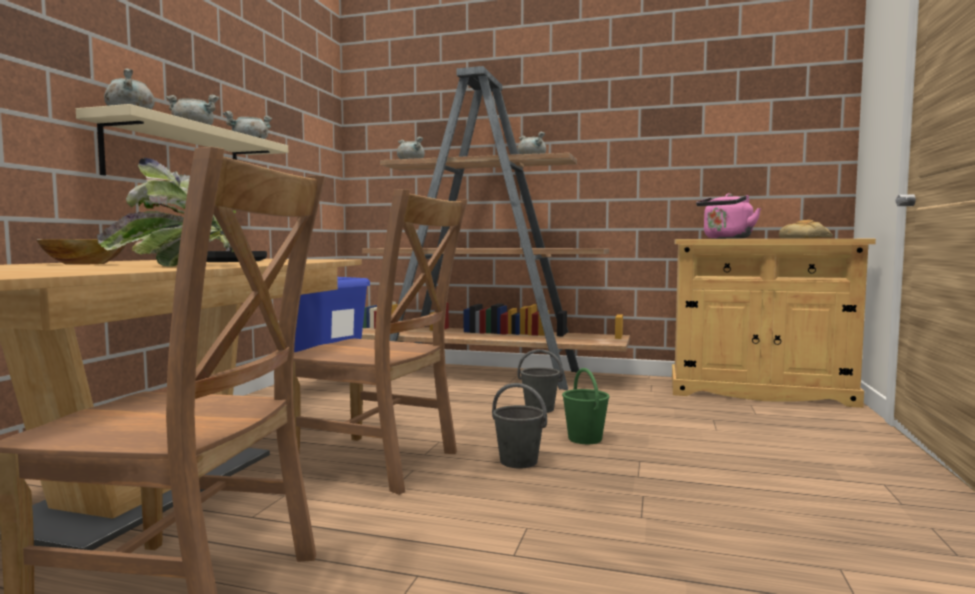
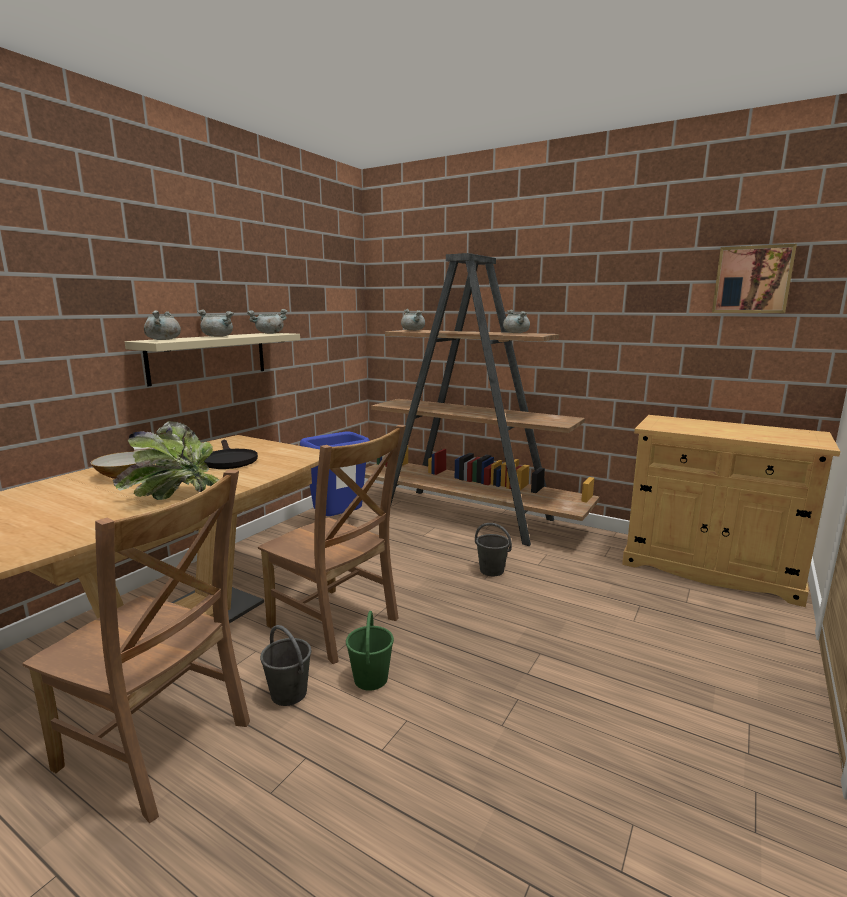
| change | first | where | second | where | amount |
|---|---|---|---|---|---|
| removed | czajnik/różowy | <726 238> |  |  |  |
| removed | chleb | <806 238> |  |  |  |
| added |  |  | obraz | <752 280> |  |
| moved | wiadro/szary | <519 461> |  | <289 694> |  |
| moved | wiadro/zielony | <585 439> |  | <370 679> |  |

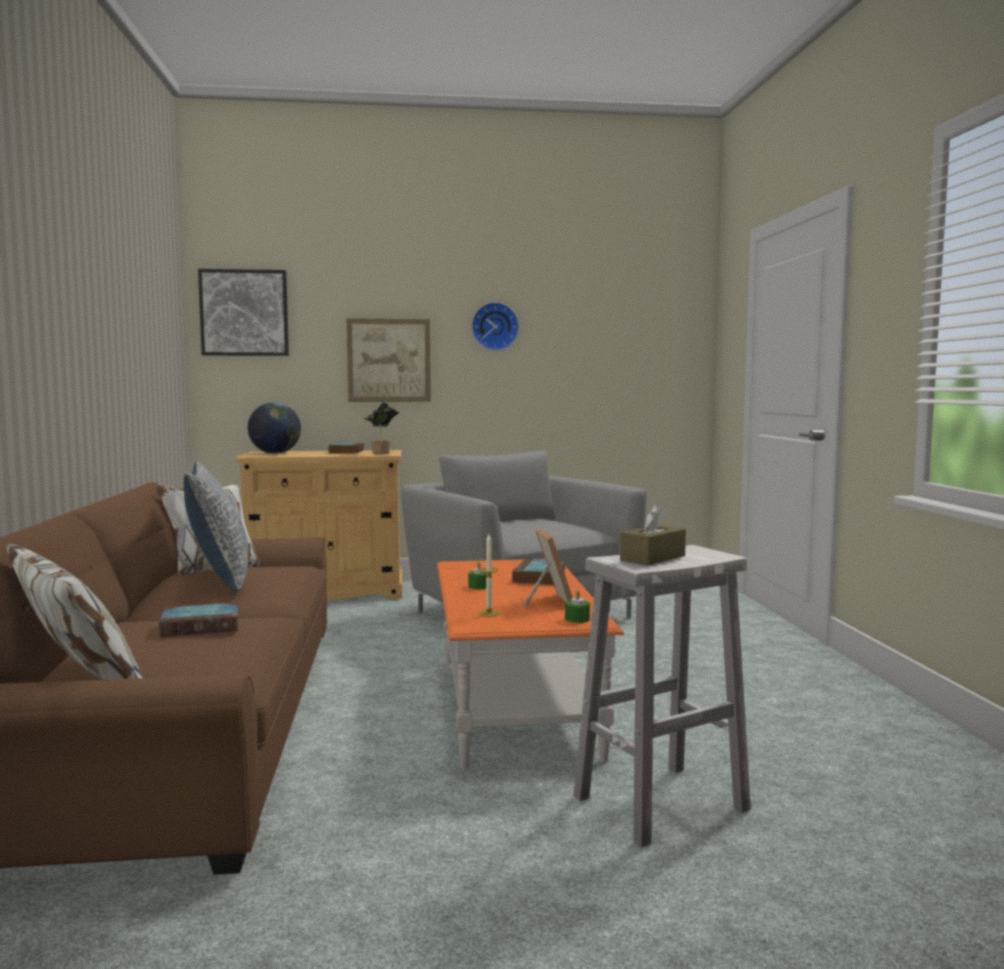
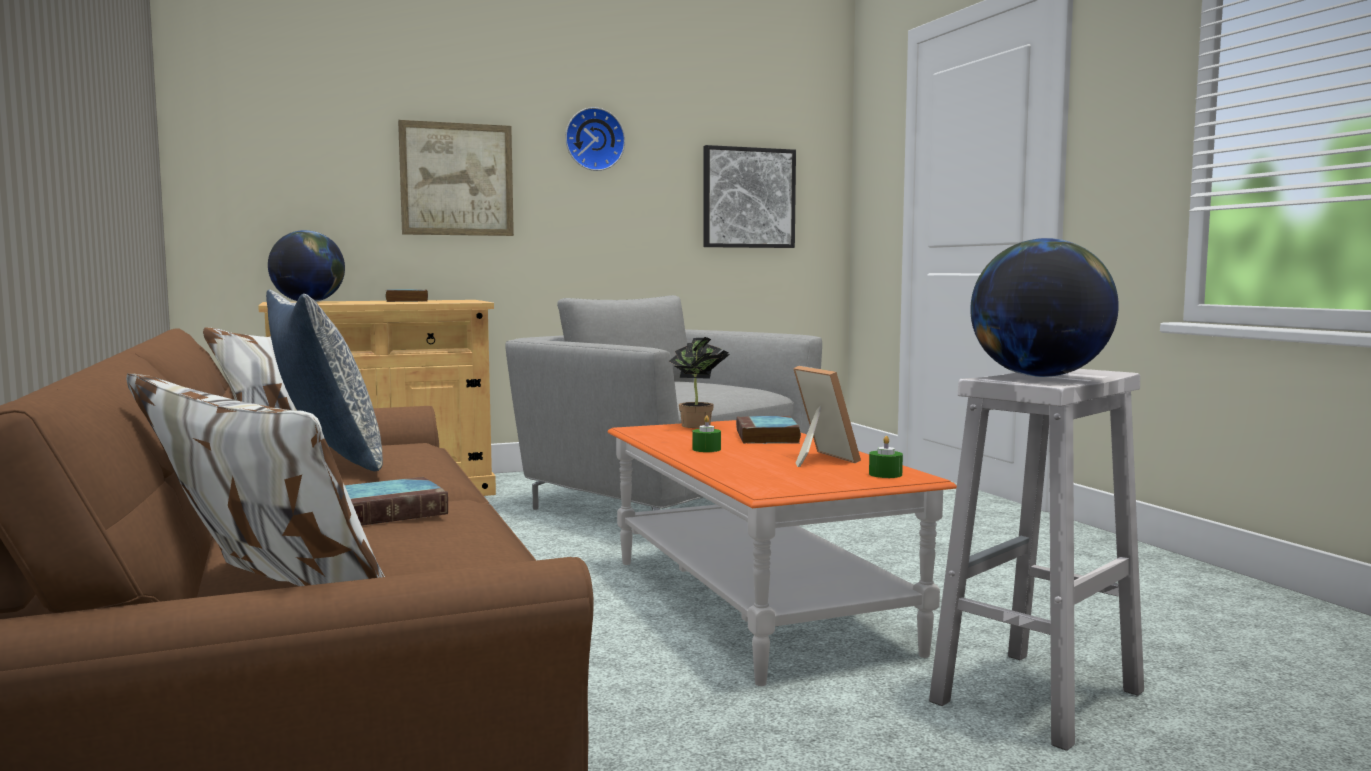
| change | first | where | second | where | amount |
|---|---|---|---|---|---|
| removed | świeca | <488 613> |  |  |  |
| moved | obraz | <244 313> |  | <748 198> |  |
| moved | roślina doniczkowa | <382 453> |  | <699 426> |  |
| replaced | pudełko chusteczek/brązowy | <652 558> | globus | <1039 376> |  |

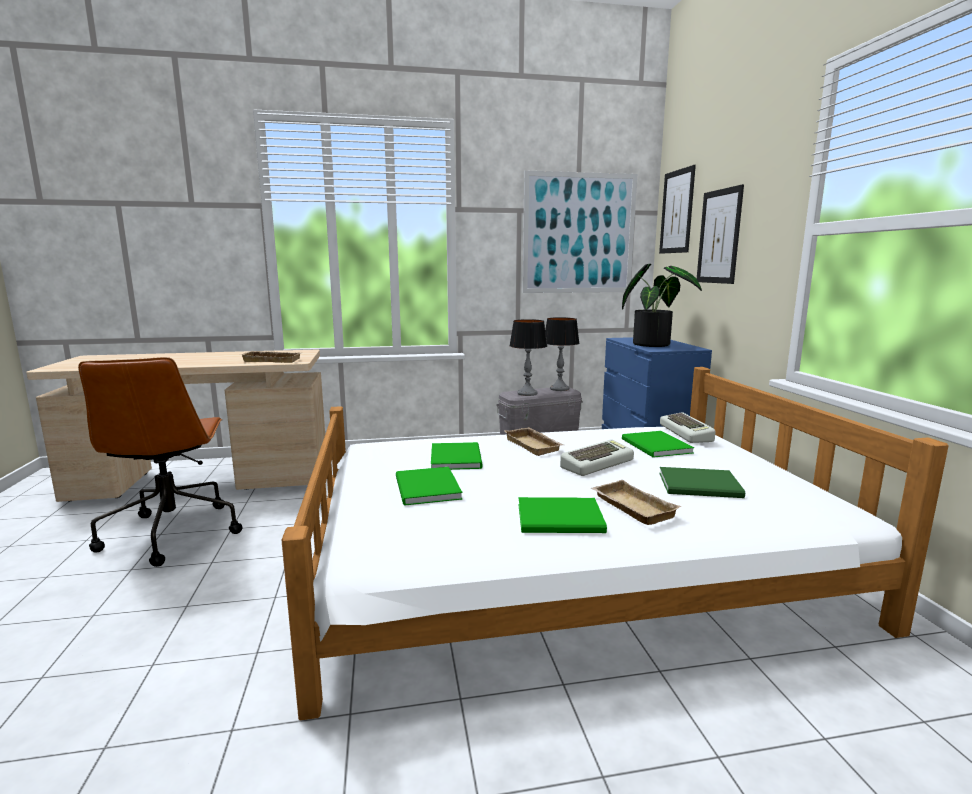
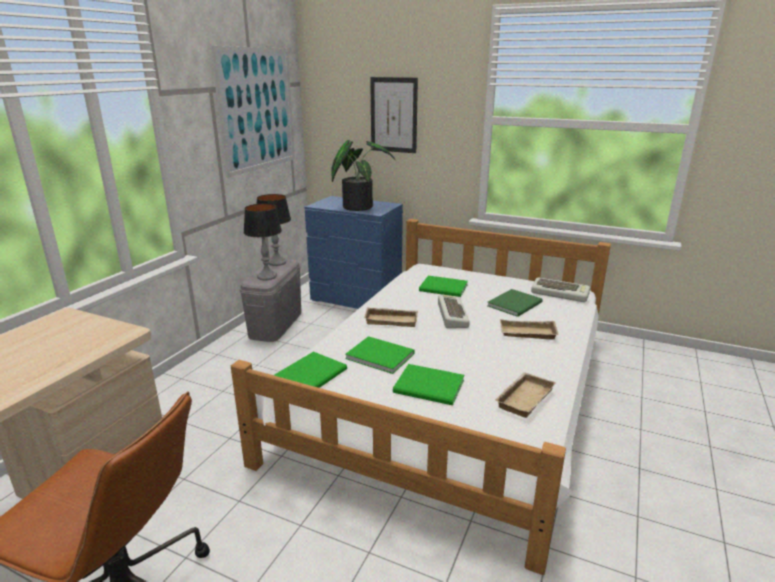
| change | first | where | second | where | amount |
|---|---|---|---|---|---|
| removed | obraz | <677 212> |  |  |  |
| moved | taca/beżowy | <274 360> |  | <523 397> |  |
| moved | książka/zielony | <562 519> |  | <313 375> |  |
| moved | klawiatura | <687 433> |  | <560 294> |  |

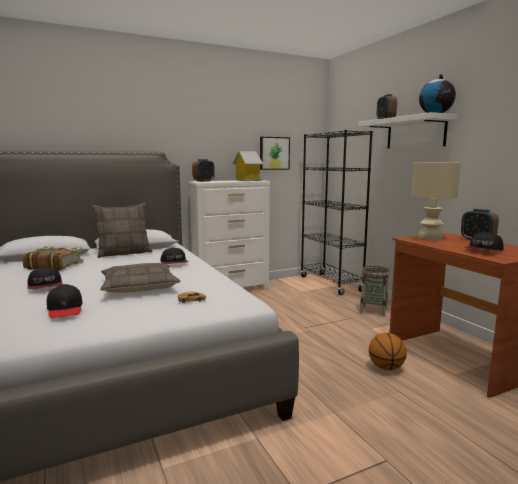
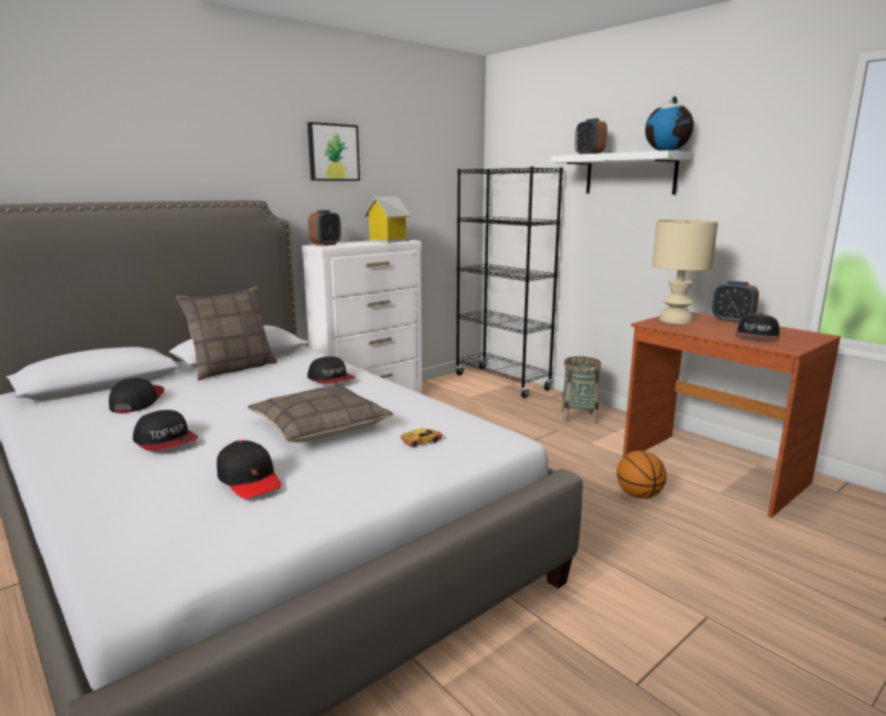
| change | first | where | second | where | amount |
|---|---|---|---|---|---|
| moved | obraz | <274 153> |  | <333 152> |  |
| replaced | książka | <54 265> | czapka z daszkiem | <136 401> |  |

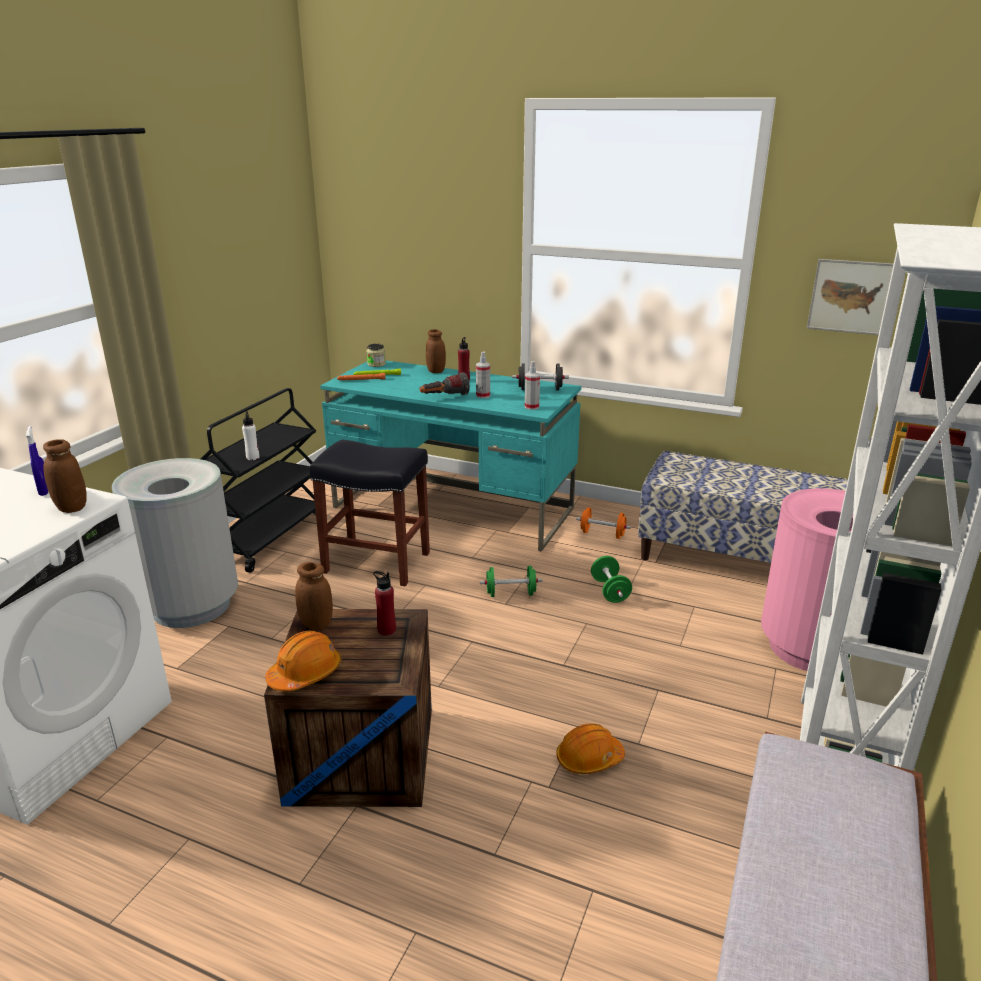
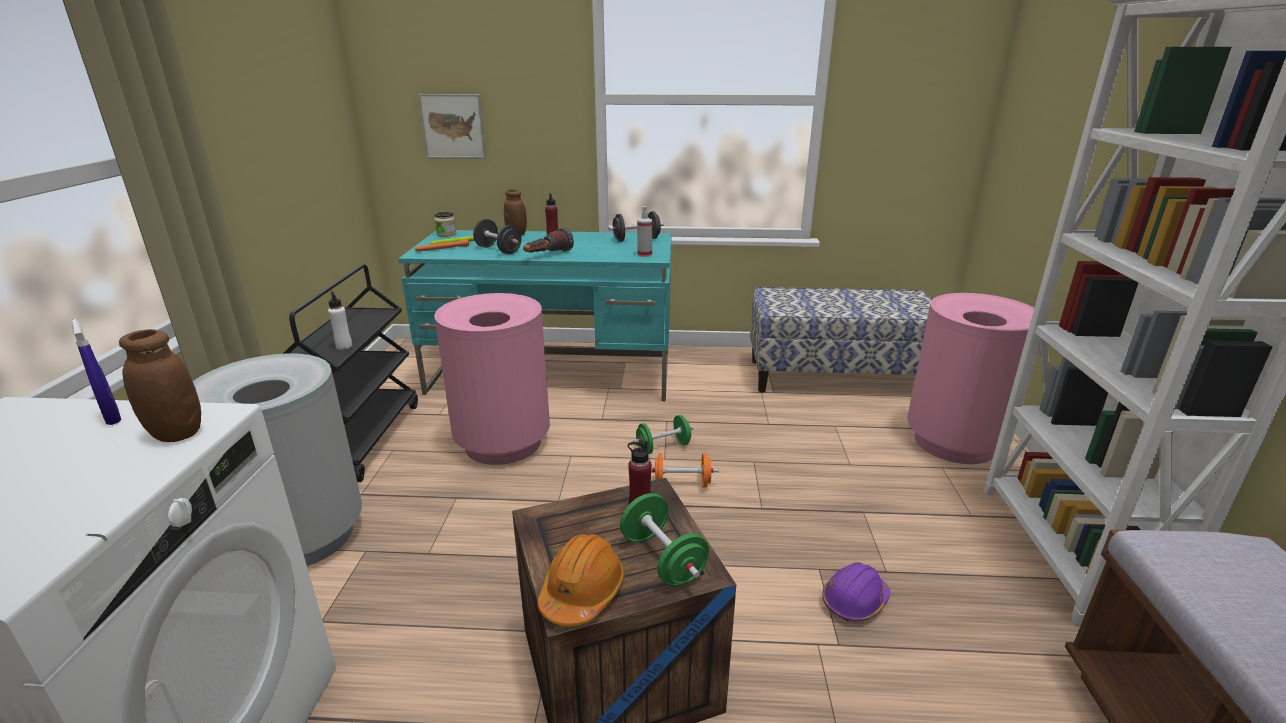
| change | first | where | second | where | amount |
|---|---|---|---|---|---|
| removed | słoik/brązowy | <316 624> |  |  |  |
| removed | spryskiwacz | <483 396> |  |  |  |
| added |  |  | hantel/czarny | <498 250> |  |
| moved | hantel/pomarańczowy | <602 534> |  | <682 484> |  |
| moved | hantel/zielony | <610 591> |  | <662 559> |  |
| moved | obraz | <849 296> |  | <453 126> |  |
| replaced | stołek/czarny | <375 563> | kosz na śmieci/różowy | <502 443> |  |
| recoloured | kask/pomarańczowy | <589 759> | kask/fioletowy | <854 601> |  |

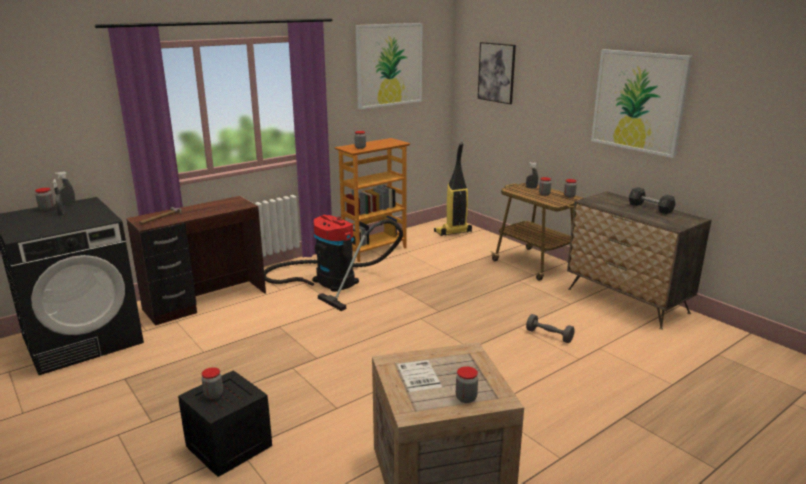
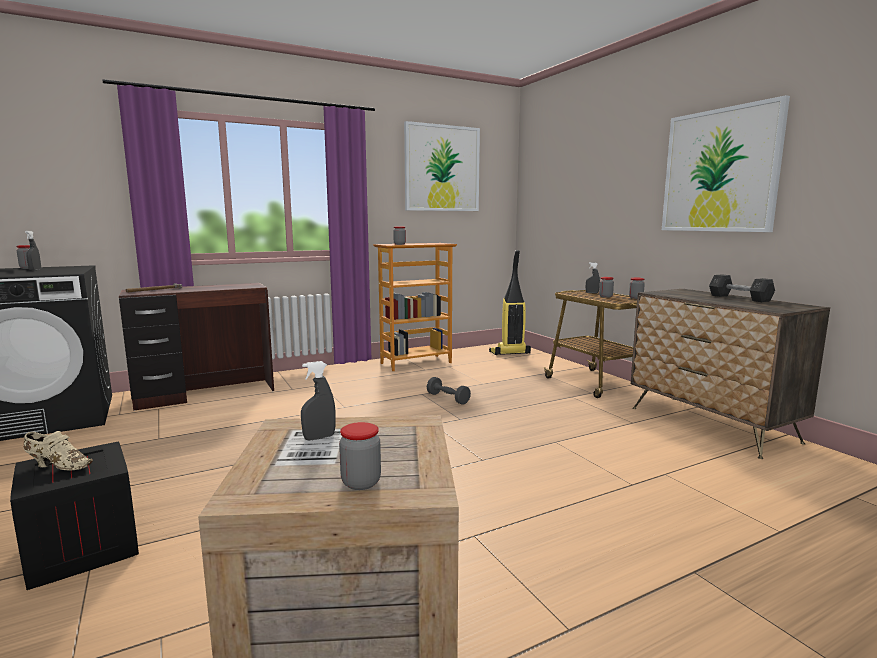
| change | first | where | second | where | amount |
|---|---|---|---|---|---|
| removed | odkurzacz | <331 281> |  |  |  |
| removed | obraz | <496 72> |  |  |  |
| moved | spryskiwacz/szary | <68 204> |  | <319 437> |  |
| moved | hantel/szary | <549 336> |  | <448 398> |  |
| replaced | słoik | <213 395> | but/beżowy | <58 465> |  |

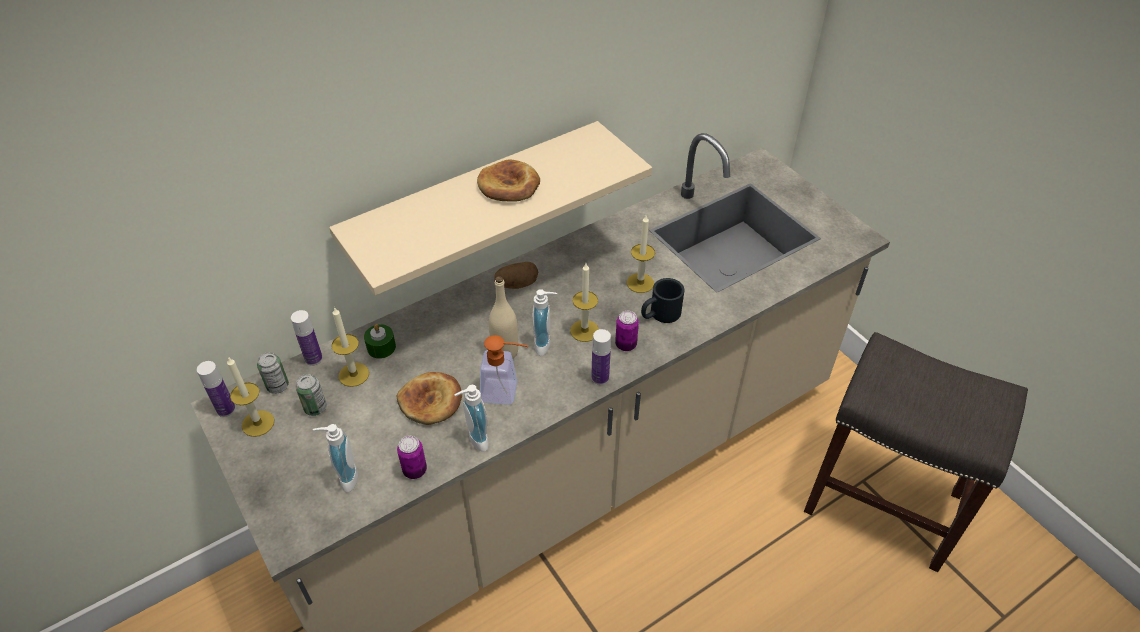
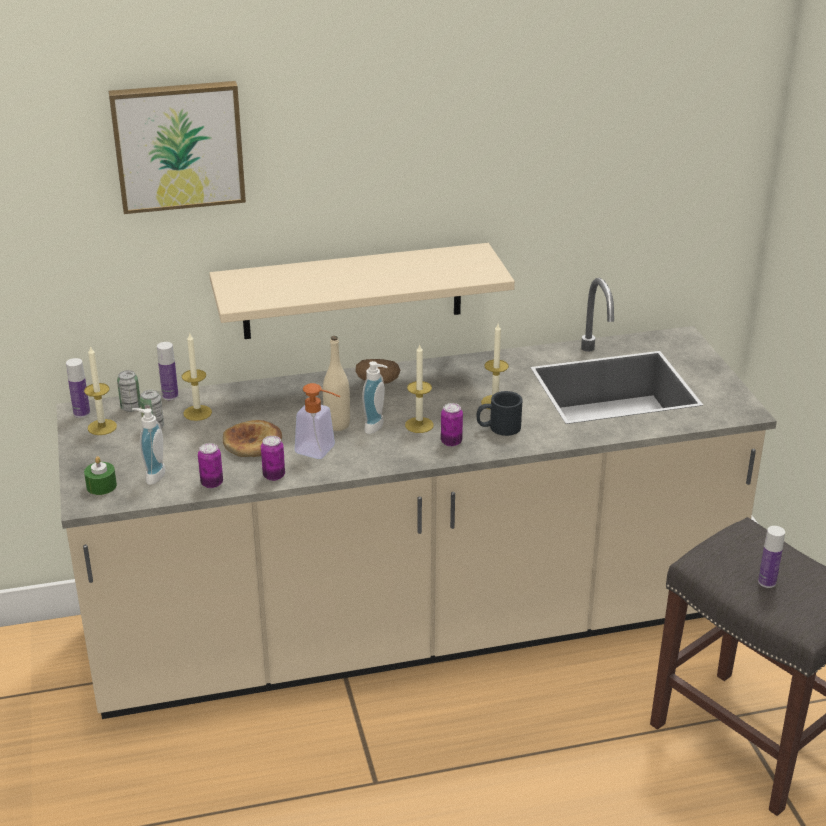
| change | first | where | second | where | amount |
|---|---|---|---|---|---|
| removed | chleb | <509 185> |  |  |  |
| added |  |  | obraz | <178 145> |  |
| moved | świeca/zielony | <381 347> |  | <101 486> |  |
| moved | butelka | <600 377> |  | <767 582> |  |
| replaced | dozownik mydła | <474 440> | puszka | <274 476> |  |

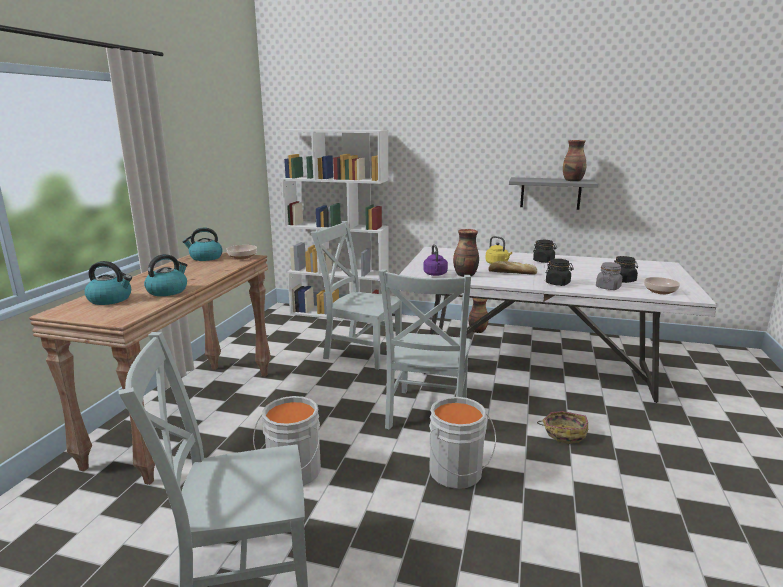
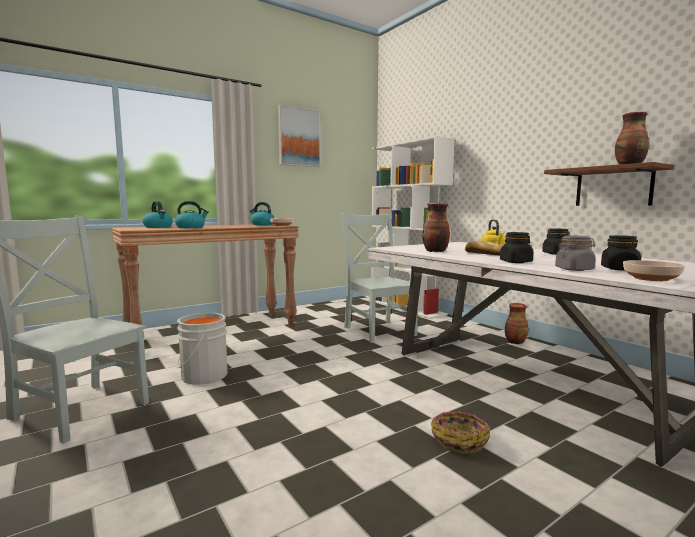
| change | first | where | second | where | amount |
|---|---|---|---|---|---|
| removed | krzesło/szary | <427 415> |  |  |  |
| removed | czajnik/fioletowy | <435 274> |  |  |  |
| removed | wiadro/szary | <457 473> |  |  |  |
| added |  |  | obraz | <299 137> |  |
| recoloured | półka/szary | <550 193> | półka/brązowy | <613 187> |  |

